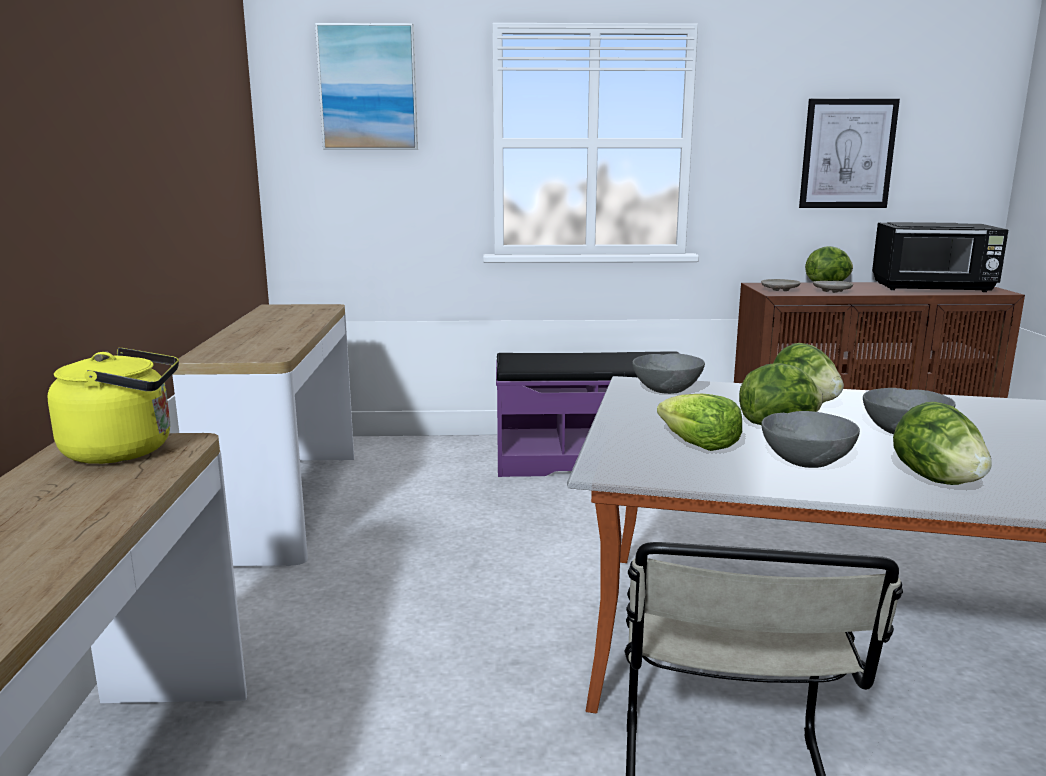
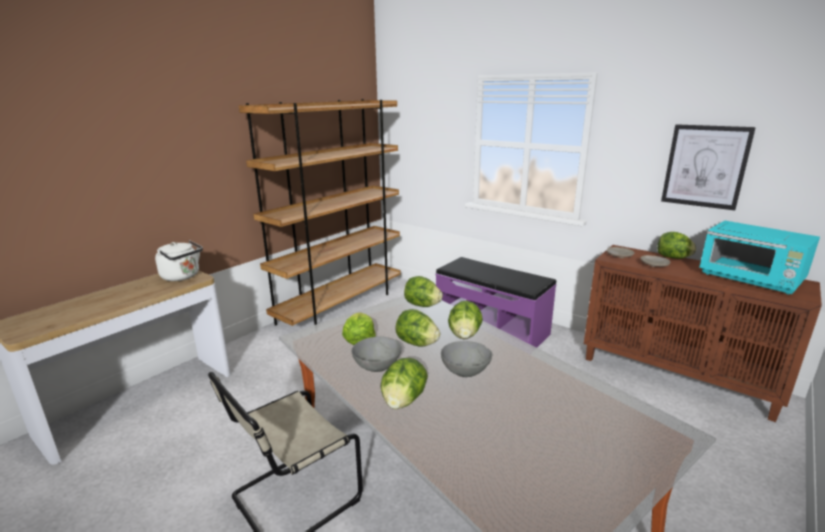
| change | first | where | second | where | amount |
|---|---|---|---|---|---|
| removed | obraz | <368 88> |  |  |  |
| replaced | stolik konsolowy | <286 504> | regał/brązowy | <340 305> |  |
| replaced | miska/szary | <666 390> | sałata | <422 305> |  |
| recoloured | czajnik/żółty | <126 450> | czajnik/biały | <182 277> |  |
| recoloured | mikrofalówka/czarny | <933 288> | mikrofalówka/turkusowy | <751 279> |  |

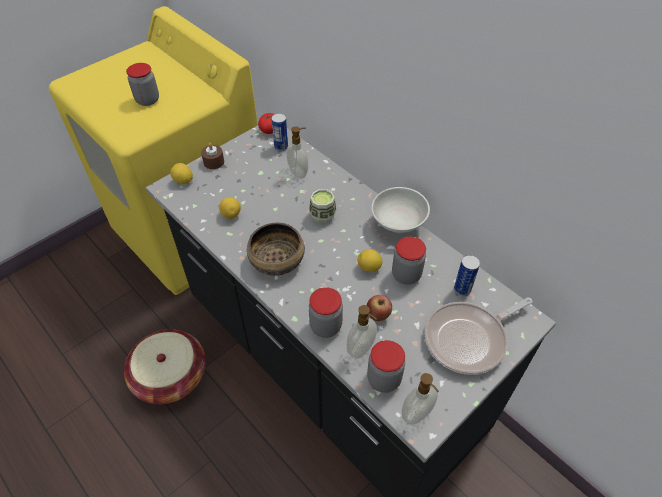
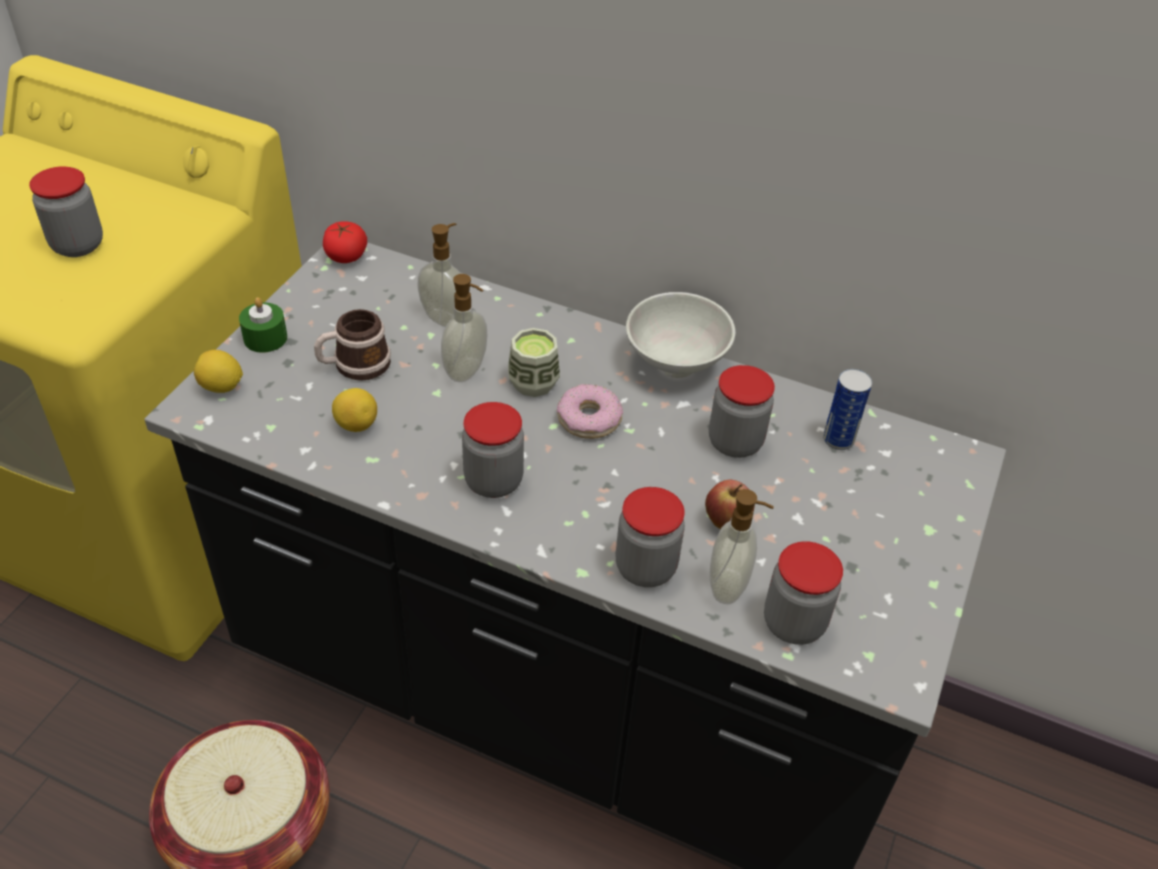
| change | first | where | second | where | amount |
|---|---|---|---|---|---|
| removed | puszka | <281 147> |  |  |  |
| removed | cytryna | <369 267> |  |  |  |
| removed | patelnia | <469 339> |  |  |  |
| added |  |  | kubek | <354 365> |  |
| added |  |  | donut | <589 419> |  |
| moved | dozownik mydła | <417 414> |  | <467 371> |  |
| replaced | miska | <277 260> | słoik | <493 481> |  |
| recoloured | świeca/brązowy | <214 162> | świeca/zielony | <265 338> |  |

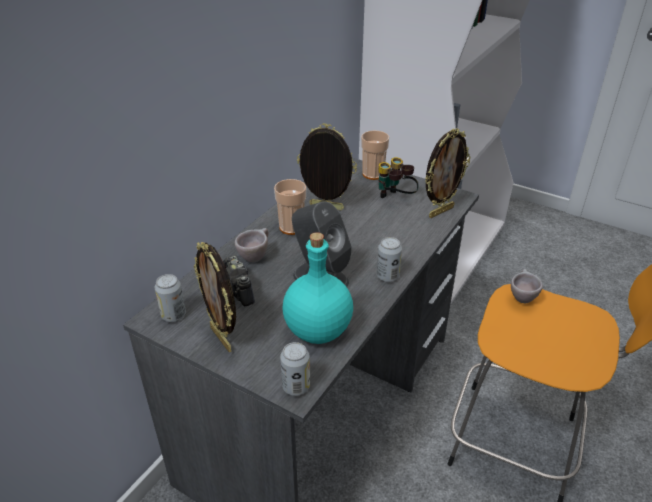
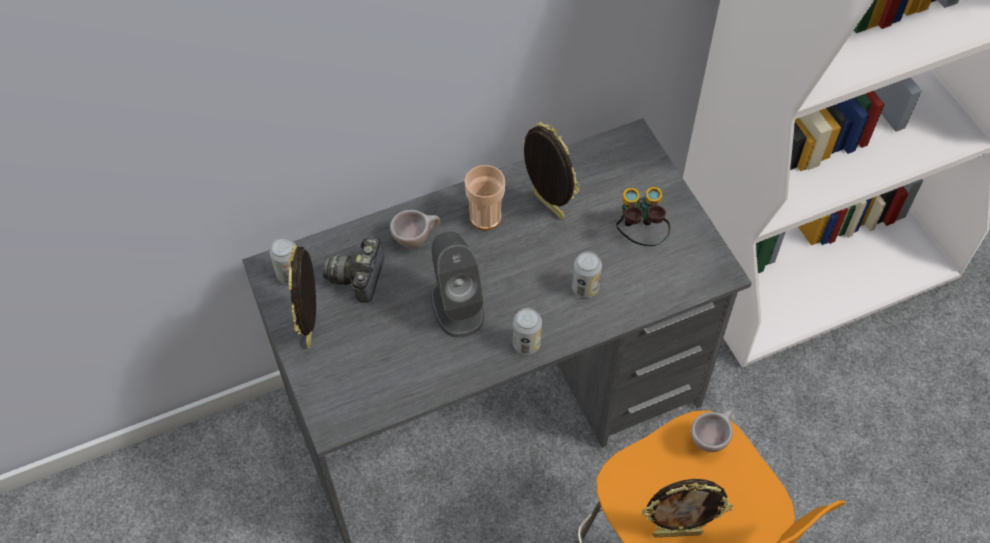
| change | first | where | second | where | amount |
|---|---|---|---|---|---|
| removed | butelka/turkusowy | <317 331> |  |  |  |
| removed | filiżanka | <373 174> |  |  |  |
| moved | puszka | <296 386> |  | <585 288> |  |
| moved | ramka na zdjęcie | <440 211> |  | <677 532> |  |

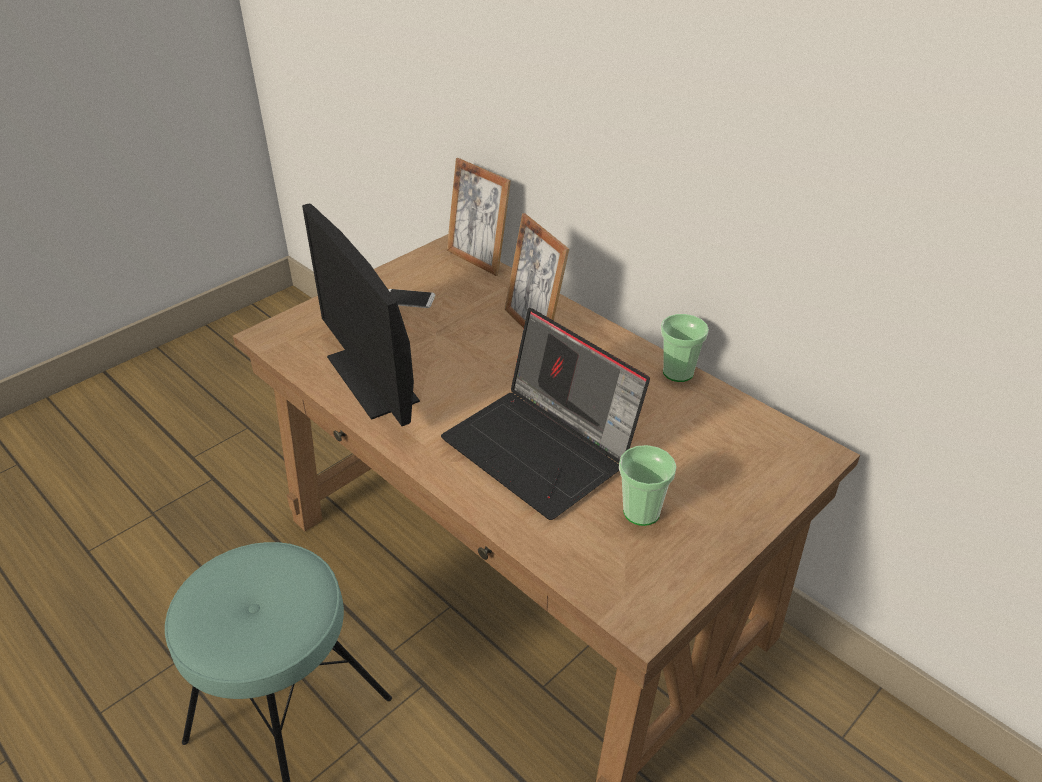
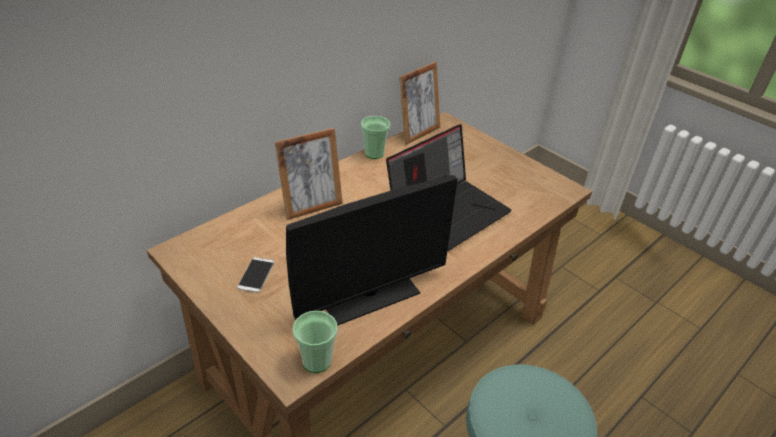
| change | first | where | second | where | amount |
|---|---|---|---|---|---|
| moved | ramka na zdjęcie | <478 259> |  | <418 133> |  |
| moved | filiżanka | <641 512> |  | <316 361> |  |

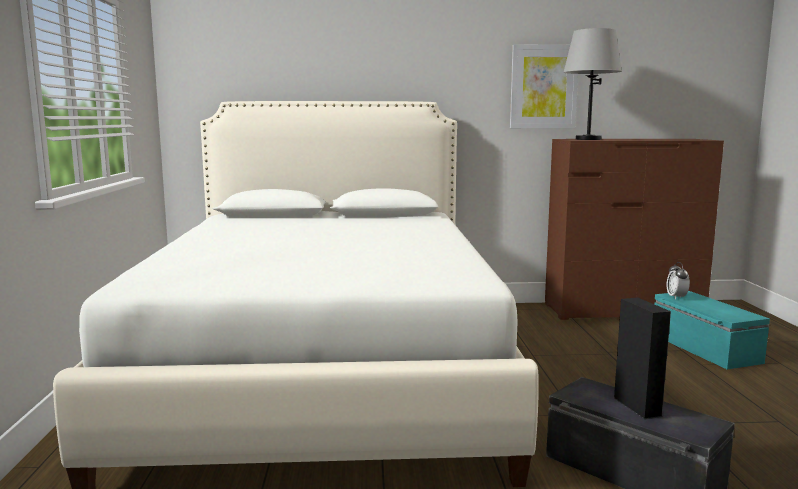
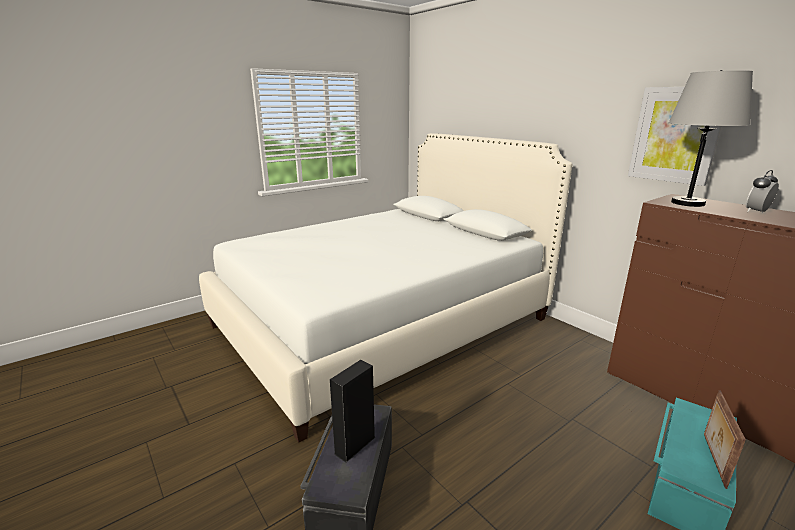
| change | first | where | second | where | amount |
|---|---|---|---|---|---|
| added |  |  | ramka na zdjęcie | <712 459> |  |
| moved | budzik | <676 297> |  | <756 212> |  |

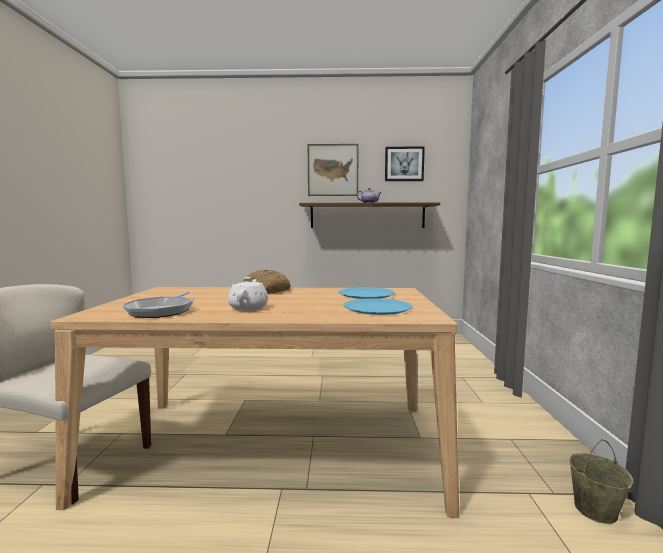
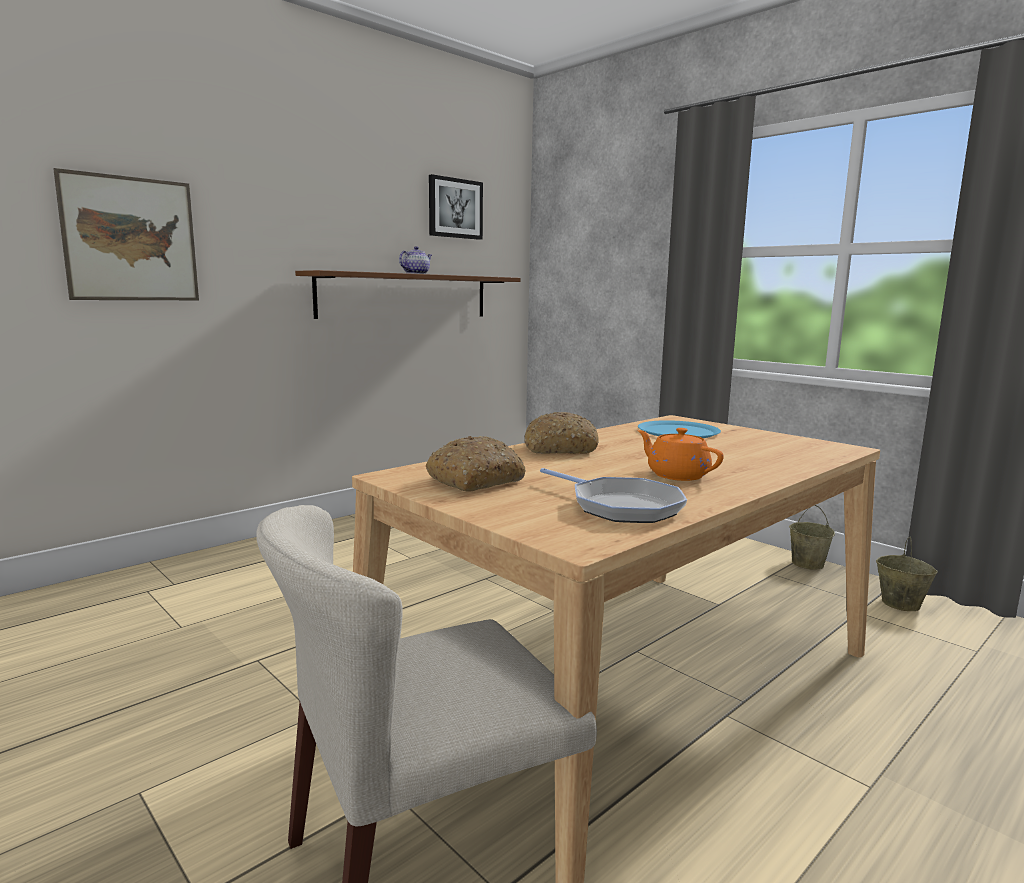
| change | first | where | second | where | amount |
|---|---|---|---|---|---|
| removed | talerz/niebieski | <377 308> |  |  |  |
| added |  |  | chleb | <476 480> |  |
| added |  |  | wiadro/beżowy | <807 563> |  |
| moved | obraz | <333 170> |  | <131 239> |  |
| recoloured | imbryk/biały | <248 307> | imbryk/pomarańczowy | <676 475> |  |

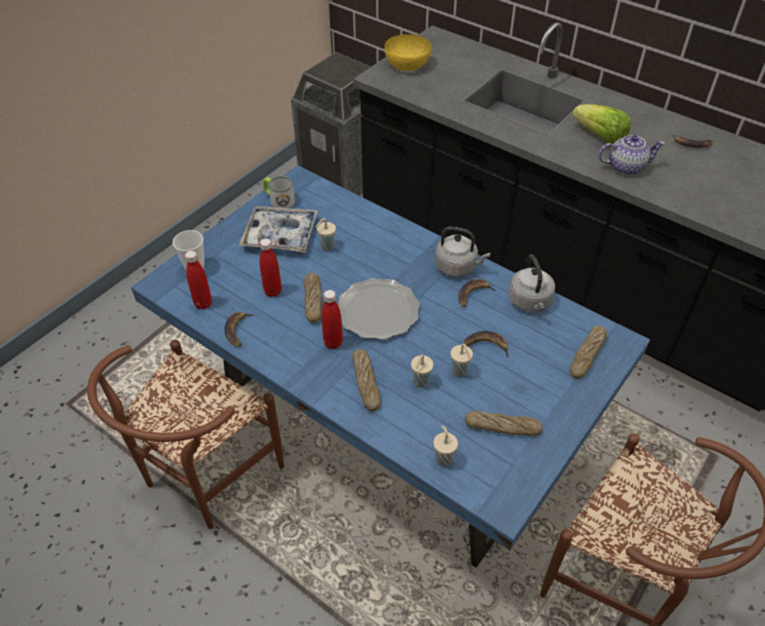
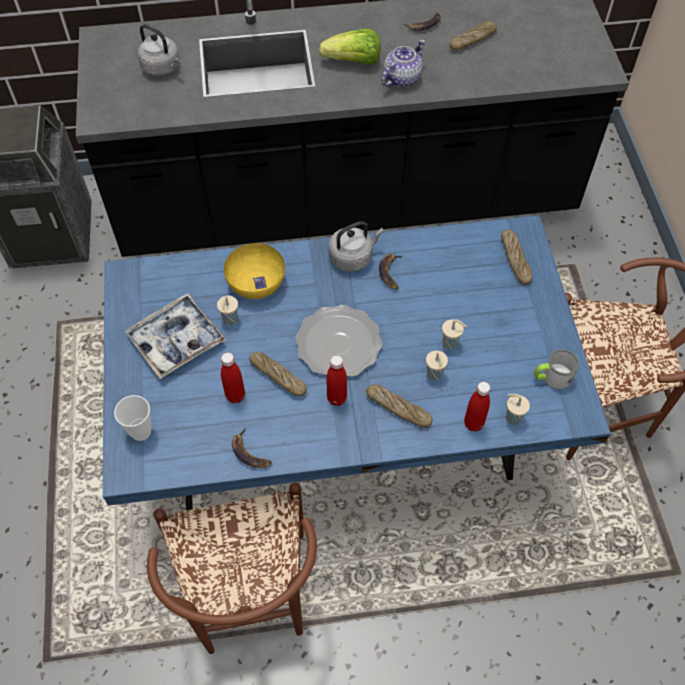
| change | first | where | second | where | amount |
|---|---|---|---|---|---|
| removed | banan | <485 346> |  |  |  |
| moved | butelka/czerwony | <203 303> |  | <473 423> |  |
| moved | kubek | <279 200> |  | <552 377> |  |
| moved | miska/żółty | <407 64> |  | <256 282> |  |
| moved | chleb | <502 427> |  | <472 40> |  |
| moved | czajnik/szary | <530 302> |  | <163 68> |  |

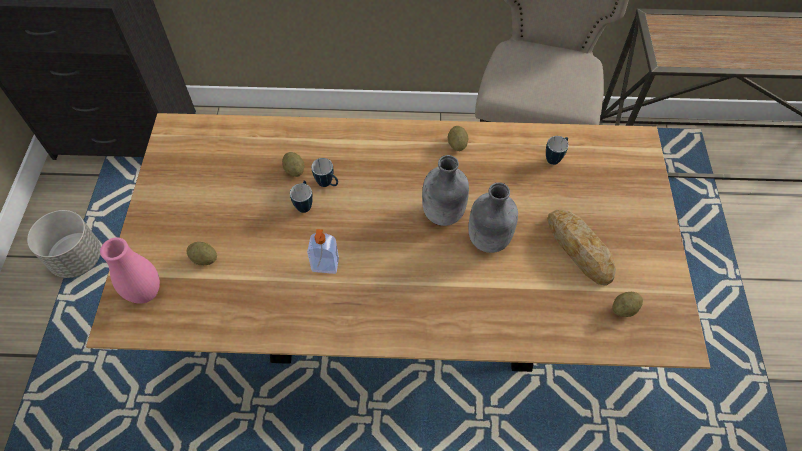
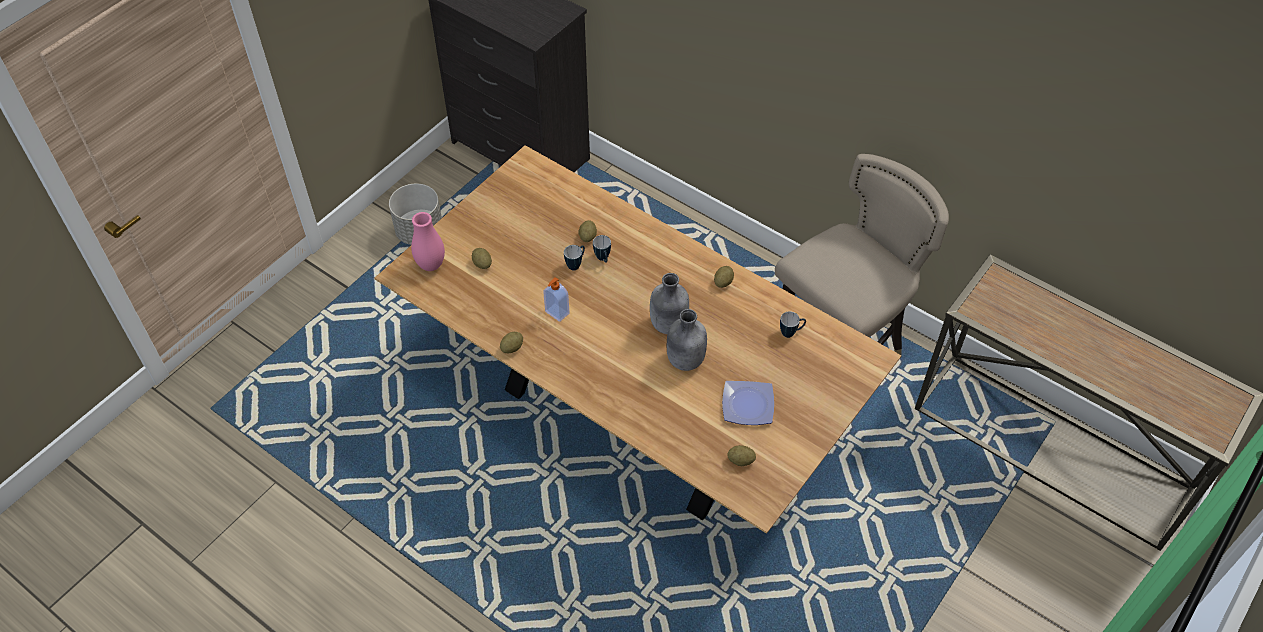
| change | first | where | second | where | amount |
|---|---|---|---|---|---|
| added |  |  | ziemniak | <512 348> |  |
| replaced | chleb | <579 249> | talerz | <747 404> |  |

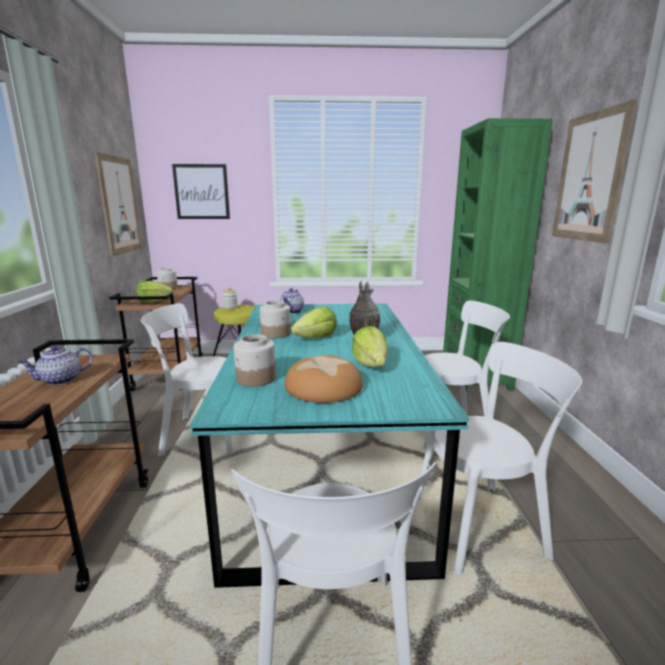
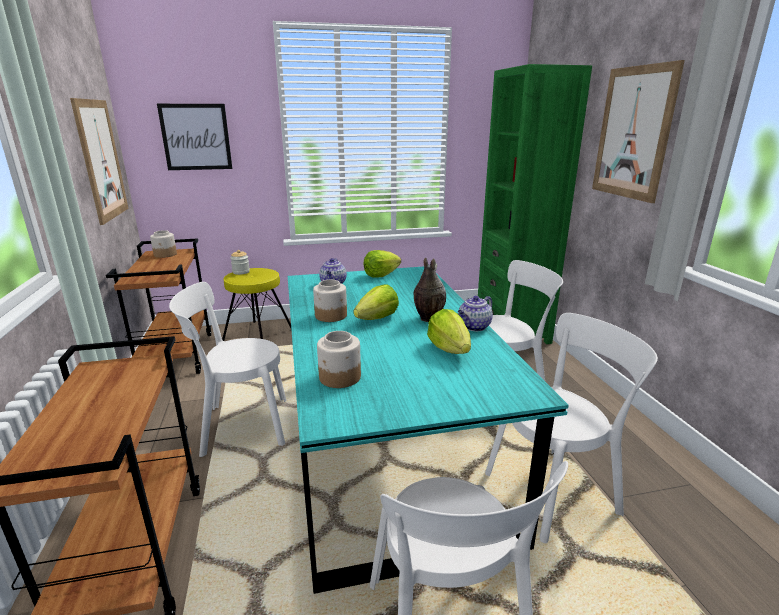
| change | first | where | second | where | amount |
|---|---|---|---|---|---|
| removed | chleb | <324 387> |  |  |  |
| moved | imbryk | <60 380> |  | <474 327> |  |
| moved | sałata | <153 301> |  | <381 275> |  |

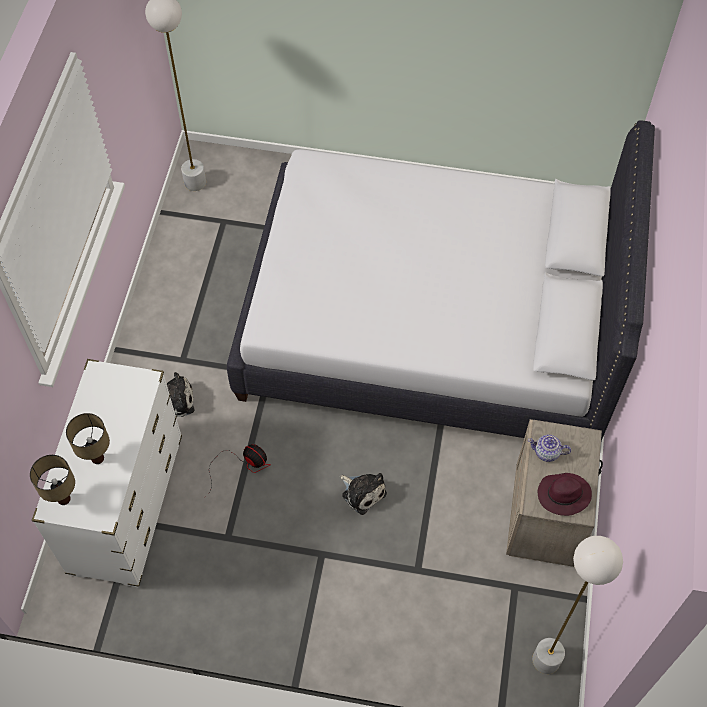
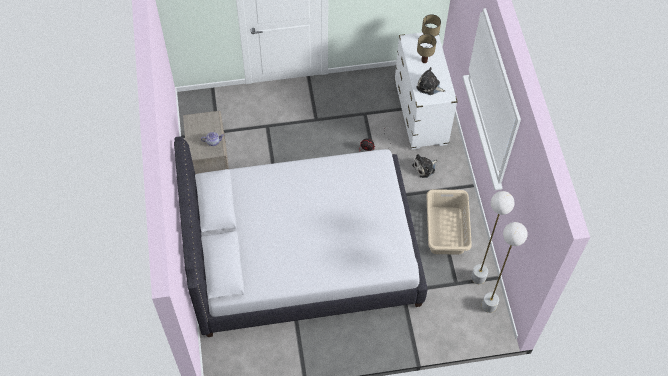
| change | first | where | second | where | amount |
|---|---|---|---|---|---|
| removed | kapelusz/fioletowy | <563 495> |  |  |  |
| added |  |  | kosz na pranie/beżowy | <445 231> |  |
| moved | pluszak | <362 492> |  | <429 86> |  |
| moved | lampa stojąca/biały | <546 660> |  | <478 277> |  |

